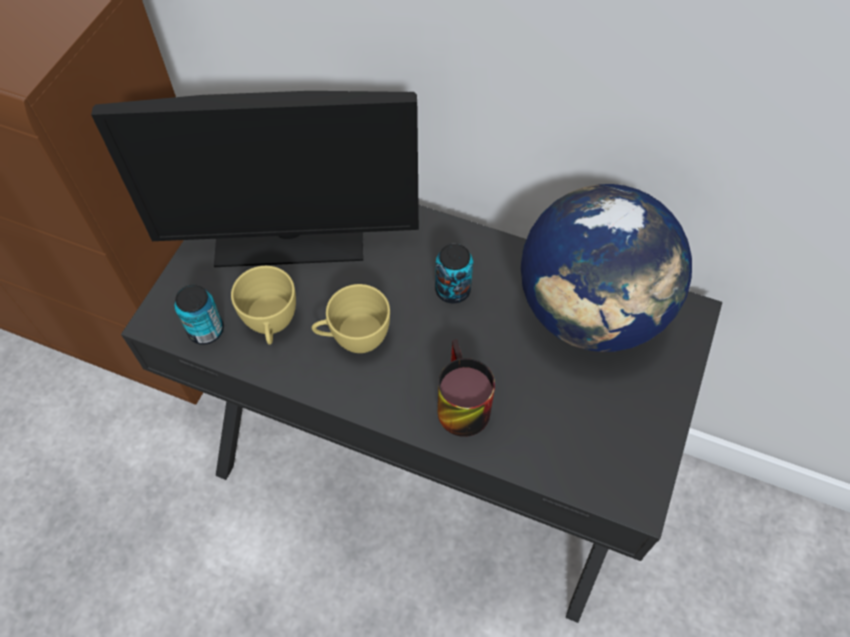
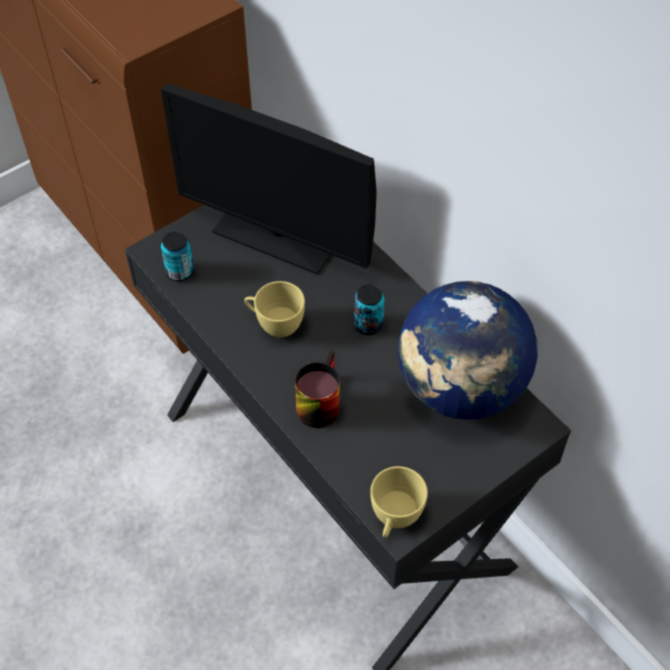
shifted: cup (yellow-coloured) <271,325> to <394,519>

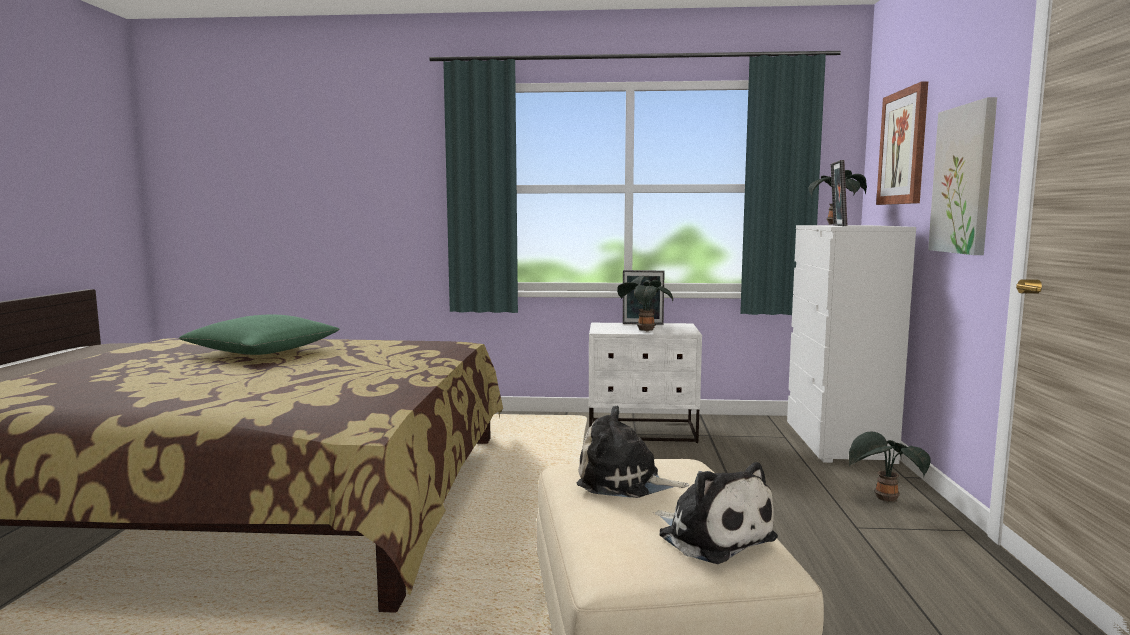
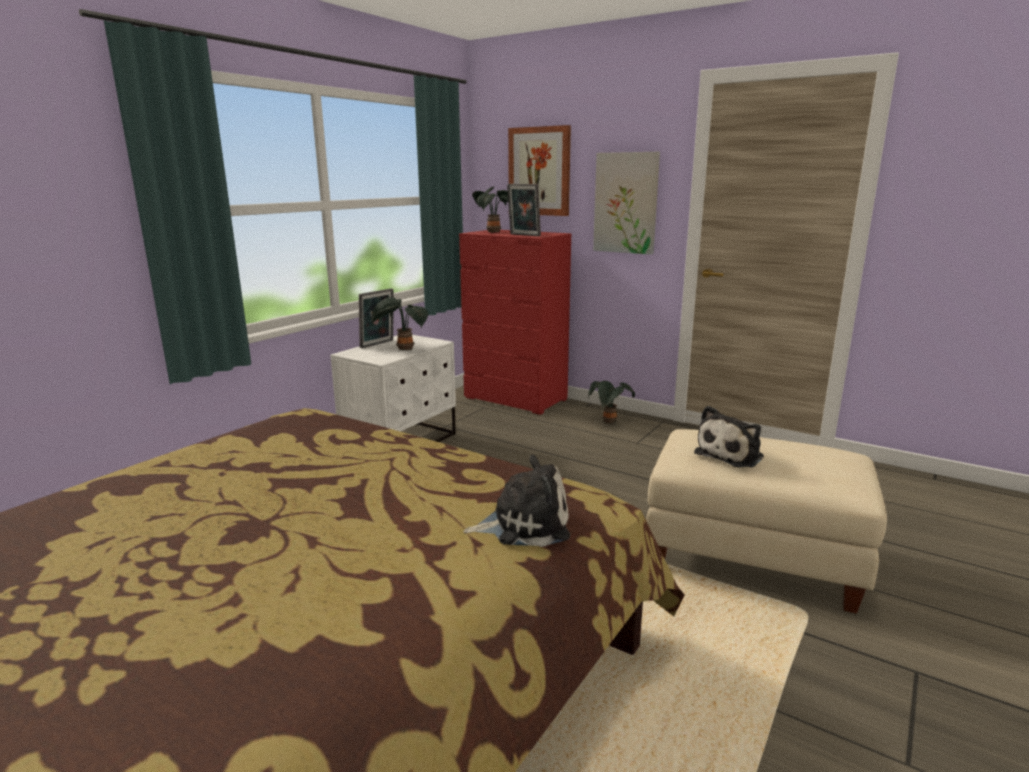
gone: throw pillow (greenish) <262,351>
shifted: plush toy <712,536> to <524,524>
repainted: dresser (white) <838,443> to dresser (red-coloured) <516,399>

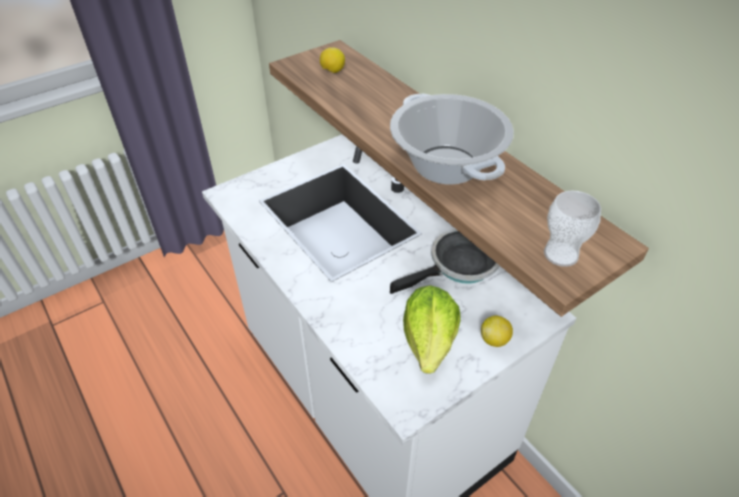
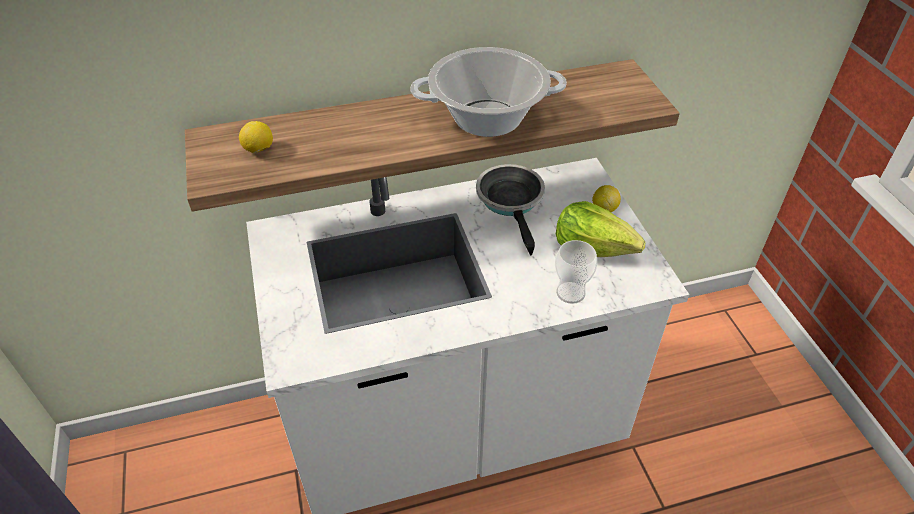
shifted: cup <560,254> to <570,292>

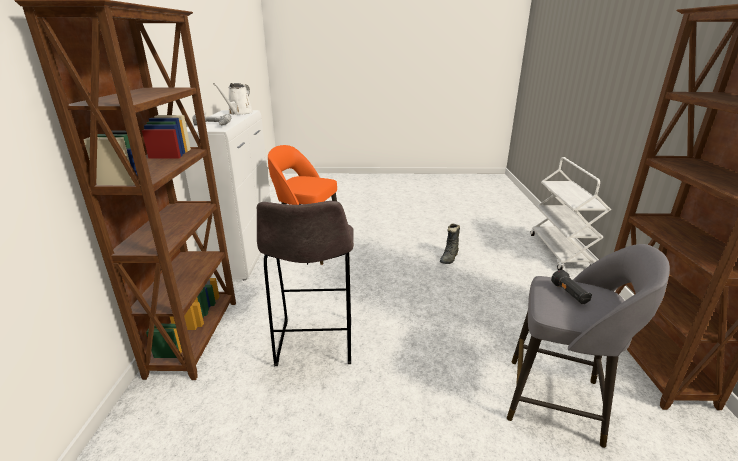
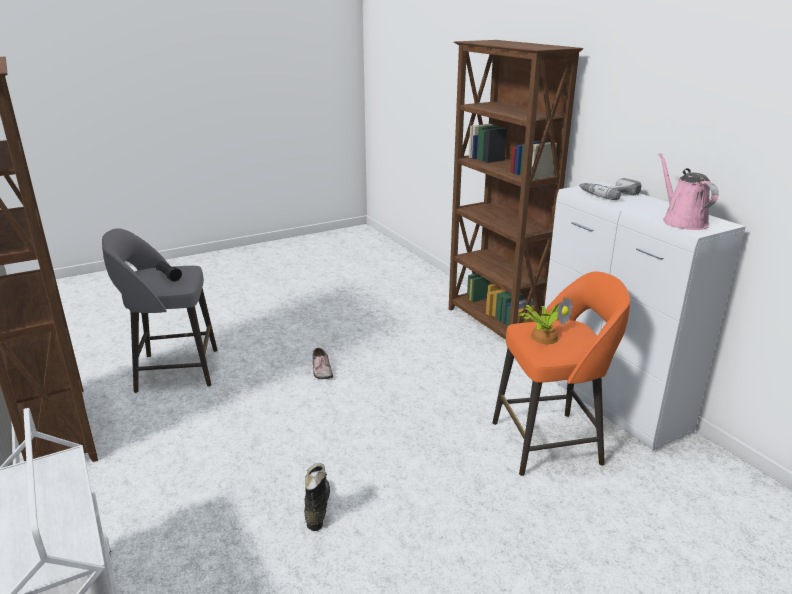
gone: stool (grey) <315,343>
new: low shoe <321,370>; plant in a pot <543,336>
repainted: sprinkling can (white) <239,113> to sprinkling can (pinkish) <682,221>

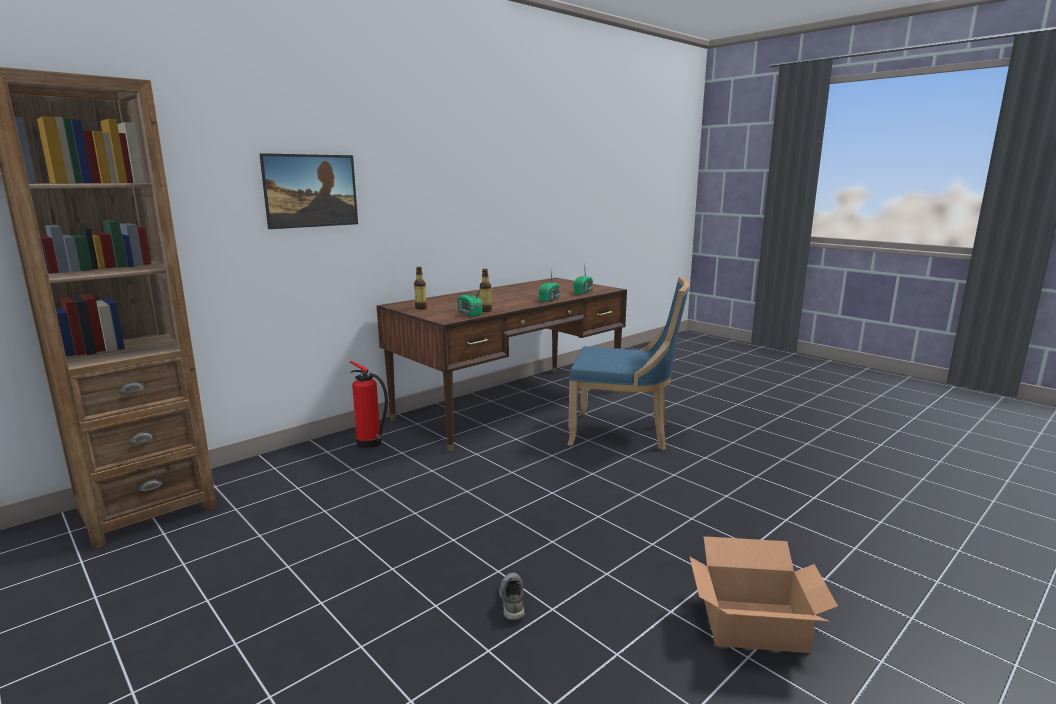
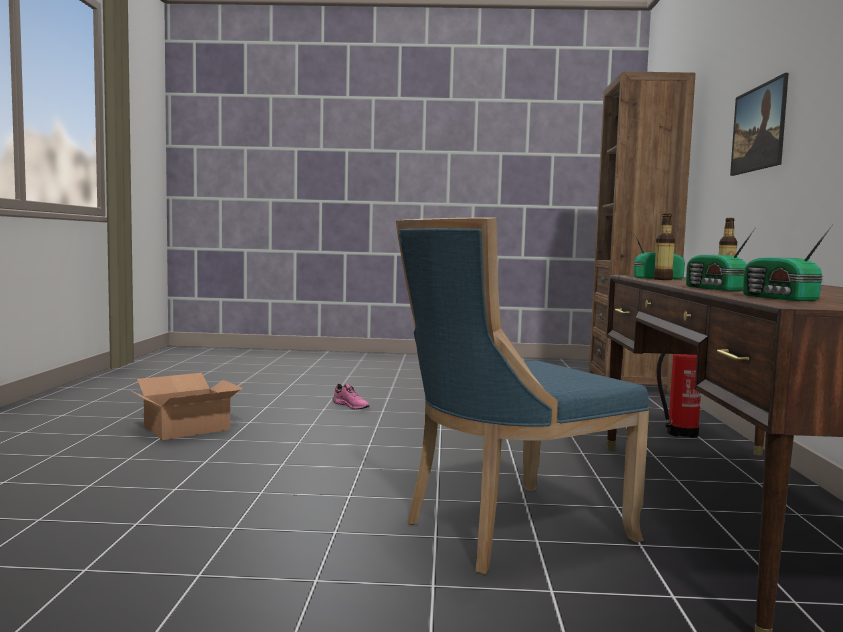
repainted: low shoe (grey) <511,601> to low shoe (pinkish) <351,406>

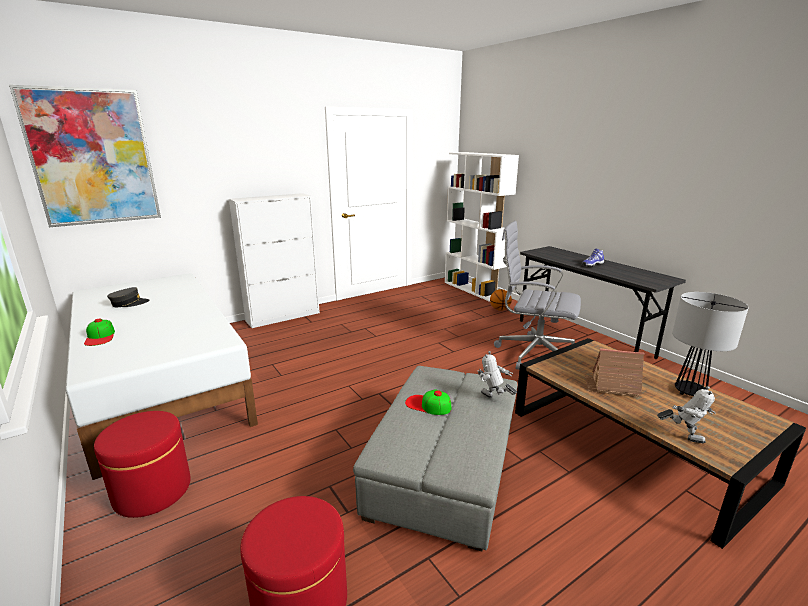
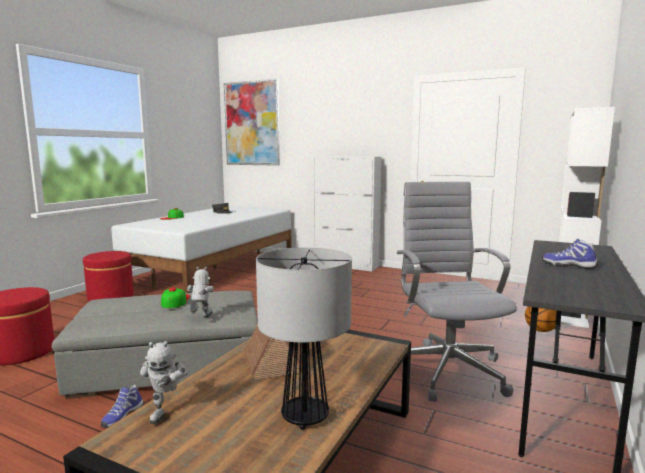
new: low shoe <122,416>

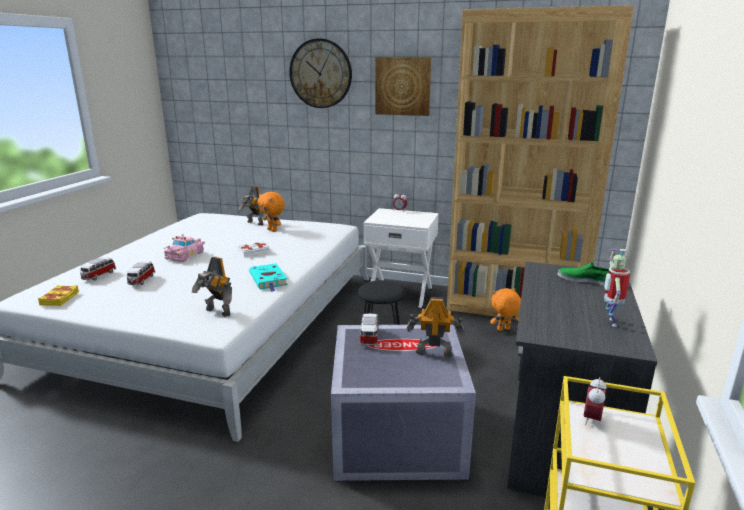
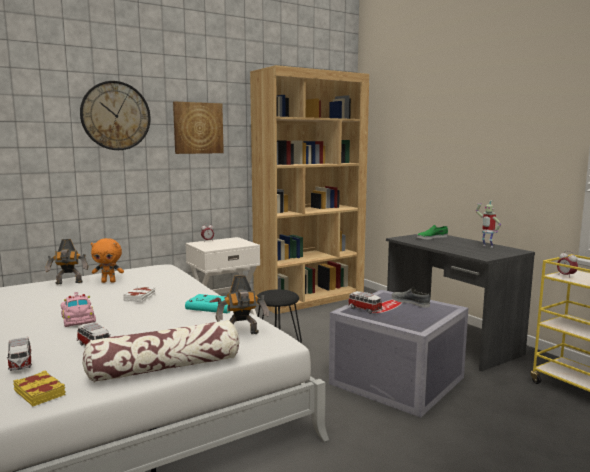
gone: plush toy (orange-coloured) <503,330>
new: throw pillow <166,367>
swapped: model robot <433,353> to low shoe (grey) <410,302>

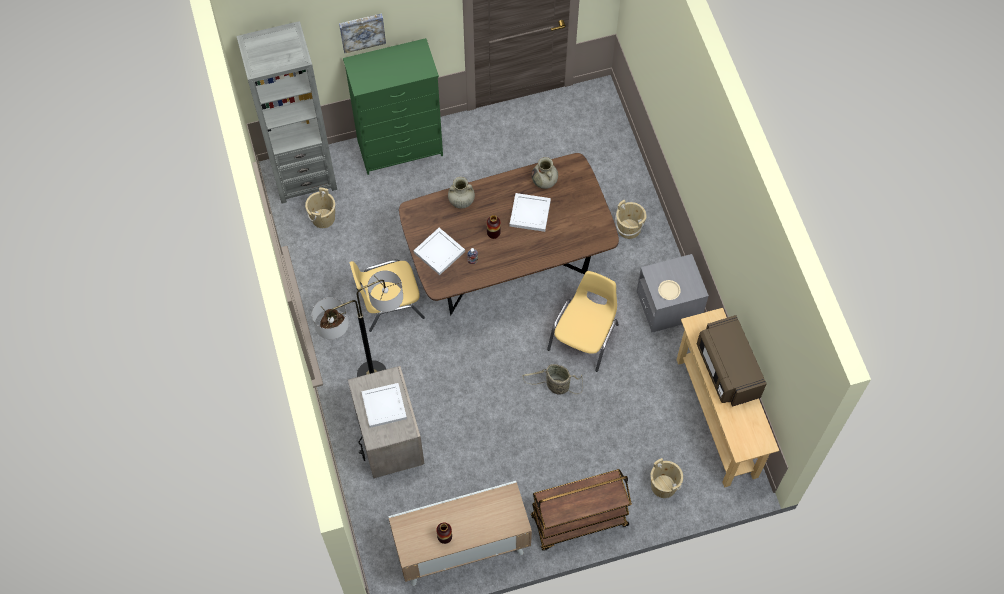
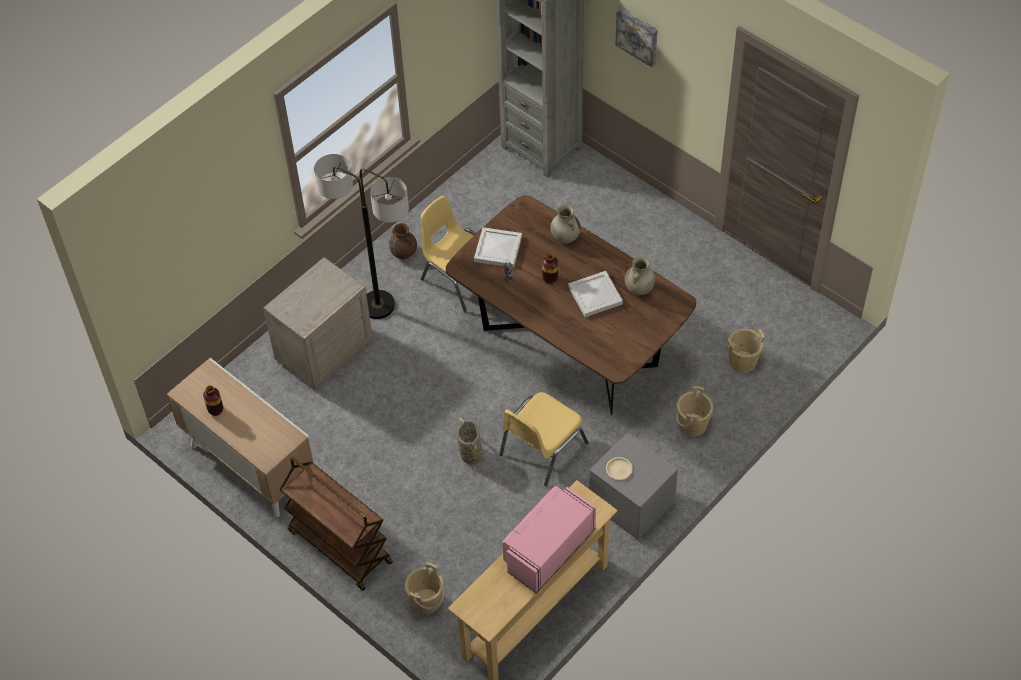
gone: dresser (greenish) <401,148>; carrying tray (white) <383,406>
shifted: bucket (sand-coloured) <323,218> to <742,361>
repainted: kitchen microwave (brown-coloured) <727,370> to kitchen microwave (pinkish) <548,549>
rotated: upright chair (yellow-coloured) <584,336> = <541,449> 135 degrees clockwise

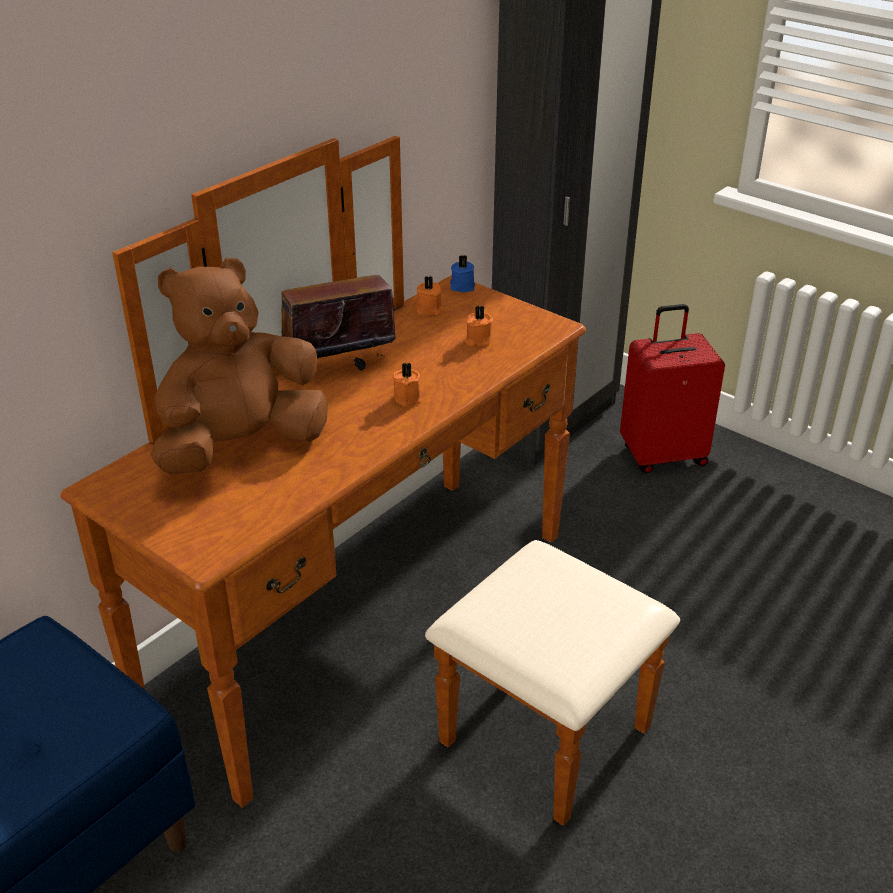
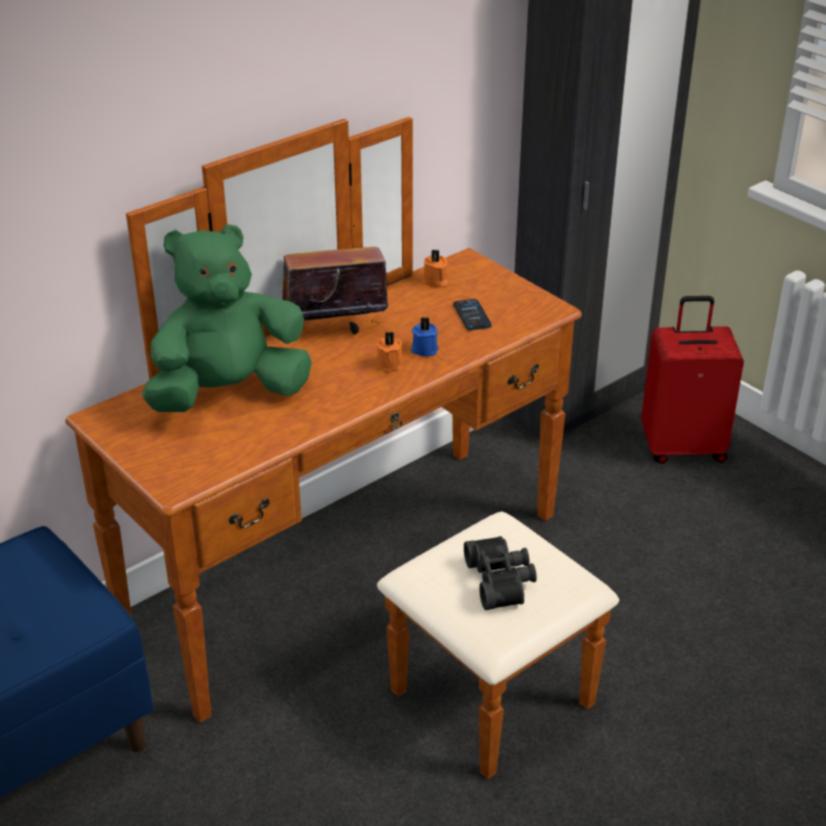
new: binoculars (black) <502,580>
shifted: candle (bluish) <462,286> to <424,349>
swapped: candle (orange-coloured) <477,340> to telephone <472,315>
repainted: plush toy (brown-coloured) <241,446> to plush toy (greenish) <229,394>

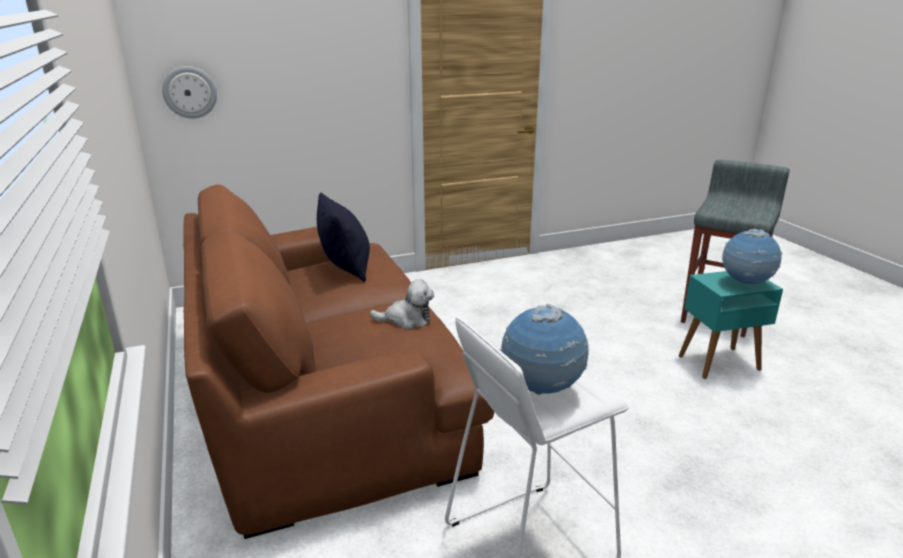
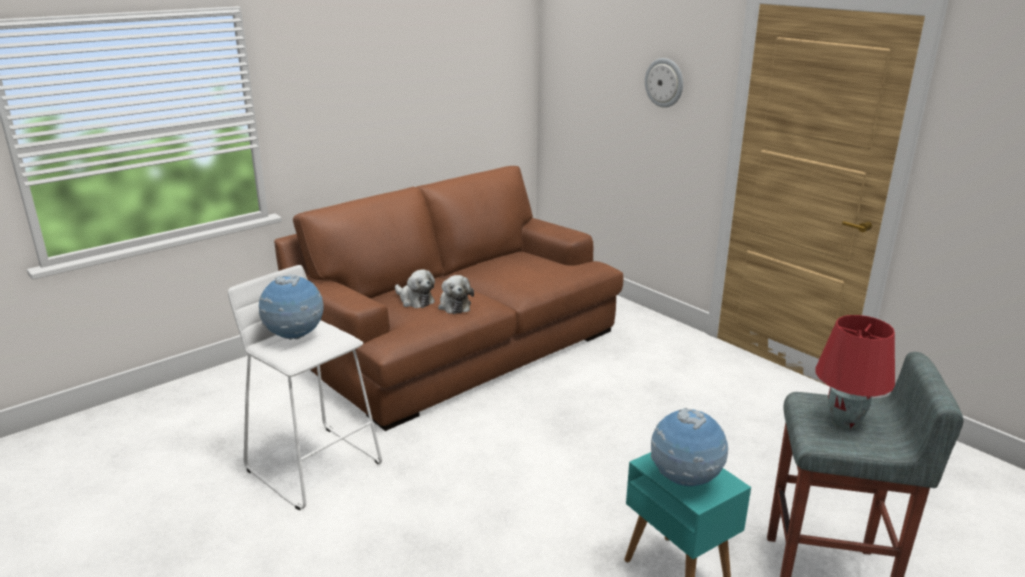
gone: throw pillow (black) <346,268>
new: plush toy <415,300>; lamp for a table (red-coloured) <845,423>
shifted: wall clock <190,92> to <664,82>

